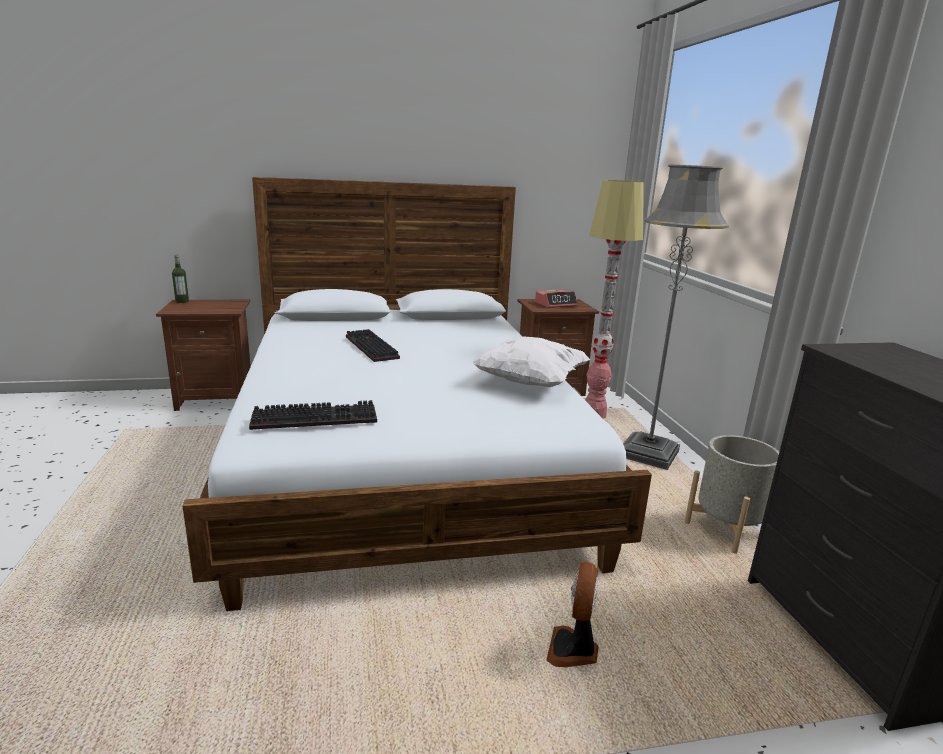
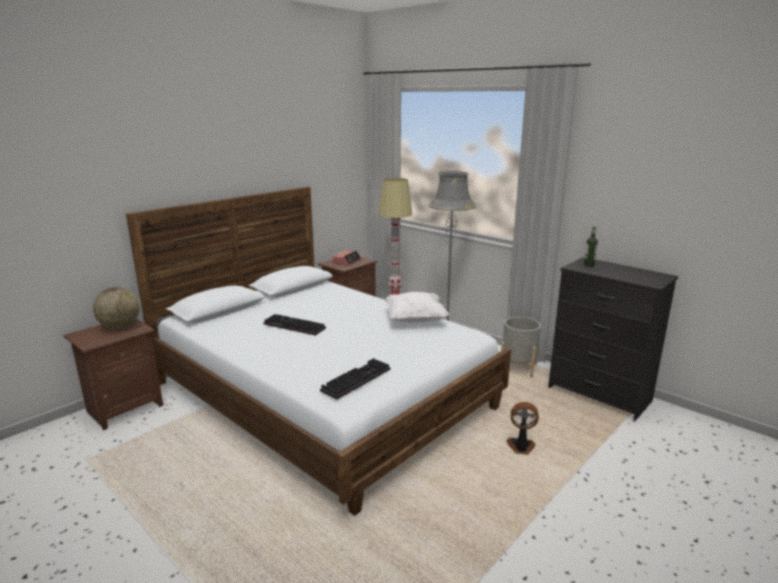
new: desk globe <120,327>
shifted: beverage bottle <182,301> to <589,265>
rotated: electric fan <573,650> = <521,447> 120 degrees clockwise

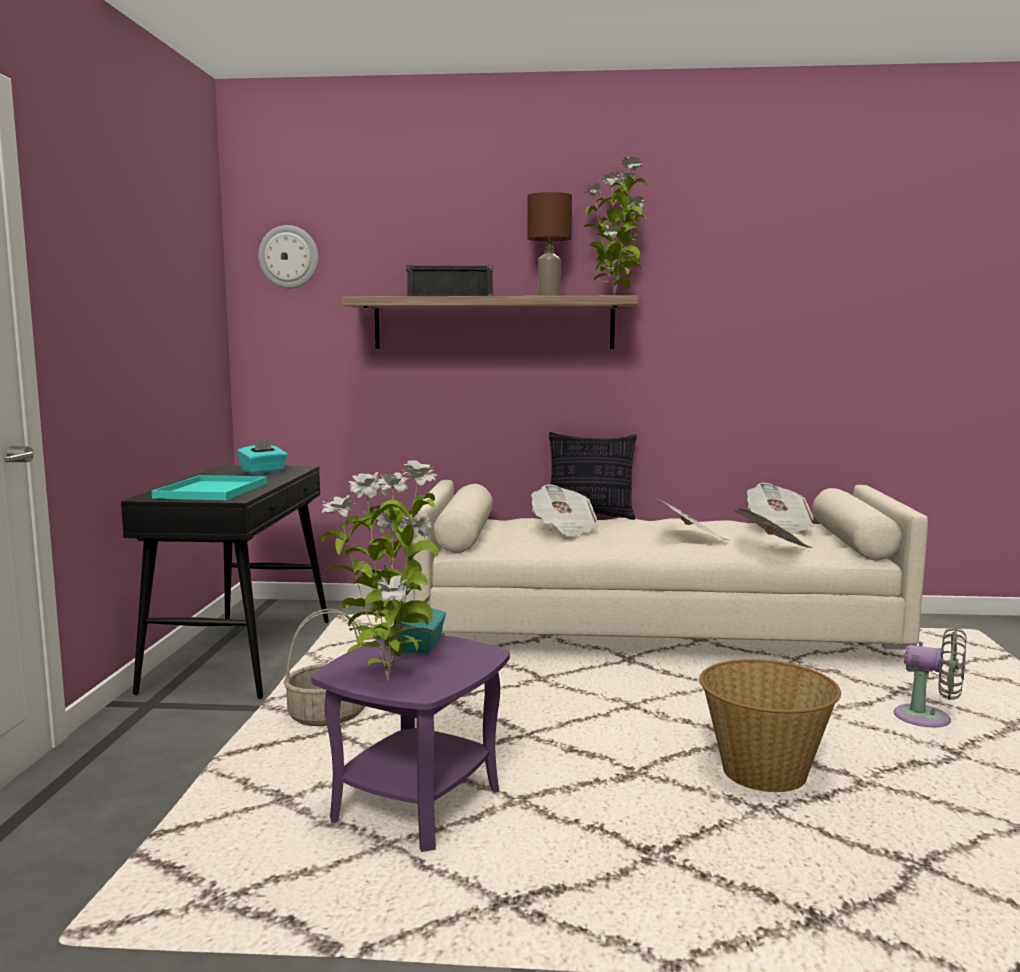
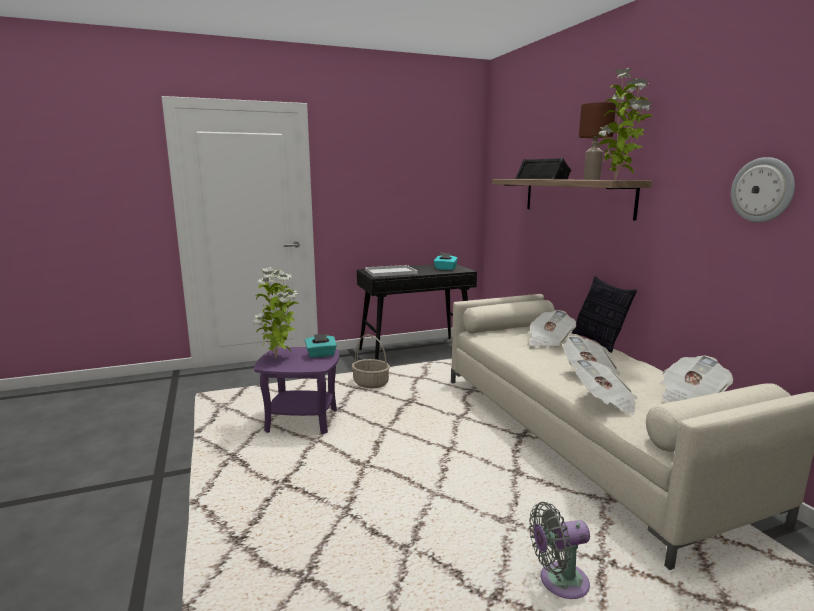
gone: household basket <764,773>
shifted: wall clock <289,257> to <762,190>
repainted: carrying tray (turquoise-coloured) <212,490> to carrying tray (white) <391,272>
rotated: electric fan (grey) <929,719> = <559,582> 75 degrees clockwise

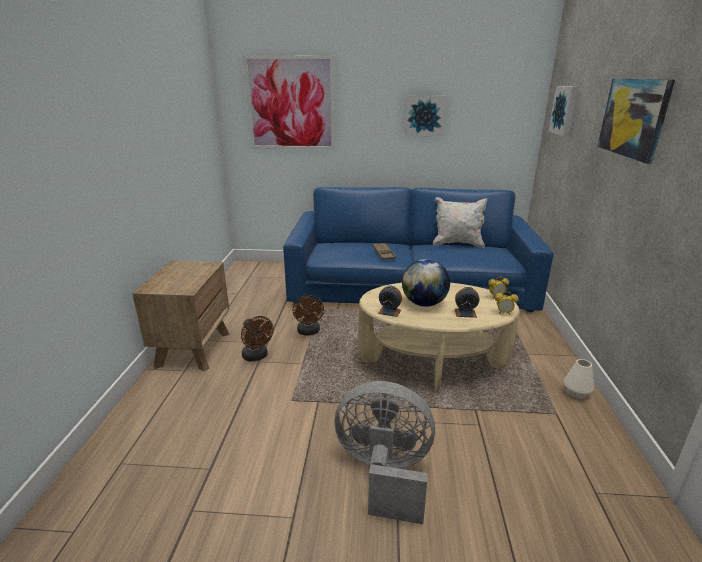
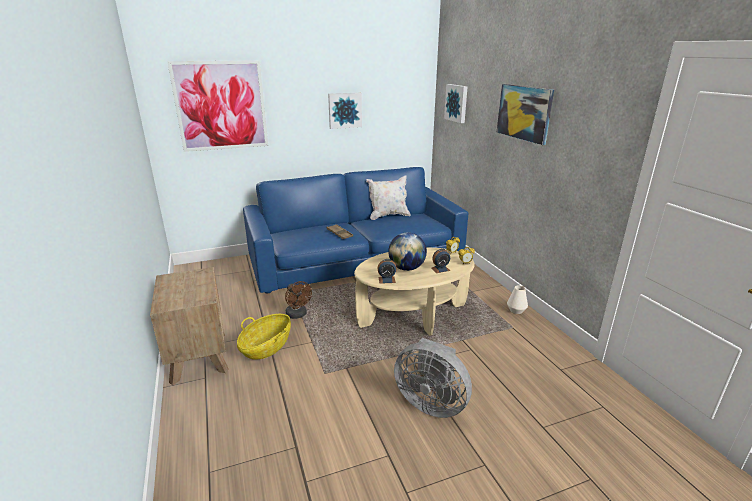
swapped: electric fan (brown-coloured) <257,357> to household basket <266,347>
rotated: electric fan (grey) <384,474> = <431,403> 135 degrees counterclockwise

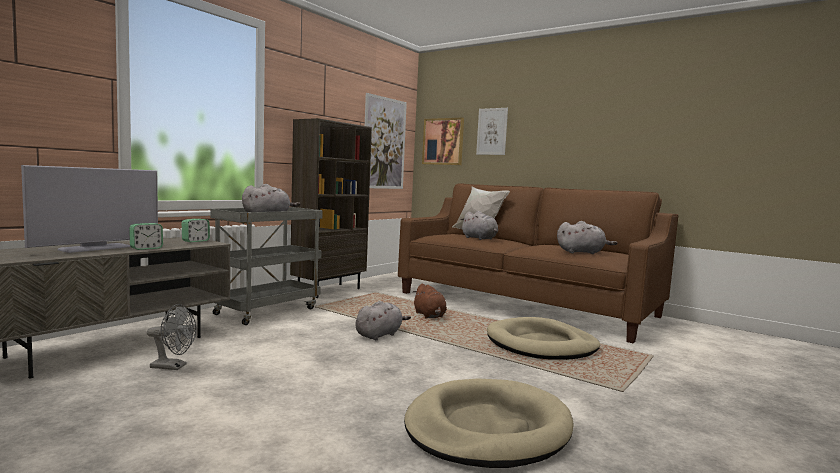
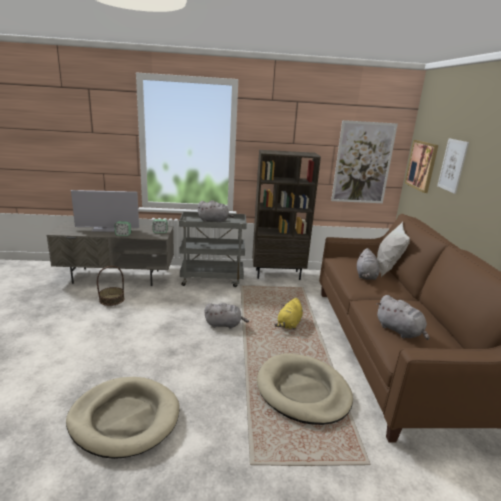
swapped: electric fan (grey) <173,366> to household basket <112,299>
repainted: plush toy (brown-coloured) <429,316> to plush toy (yellow-coloured) <289,324>

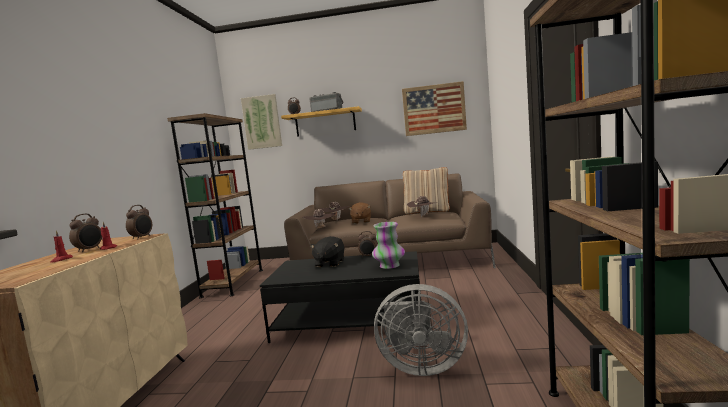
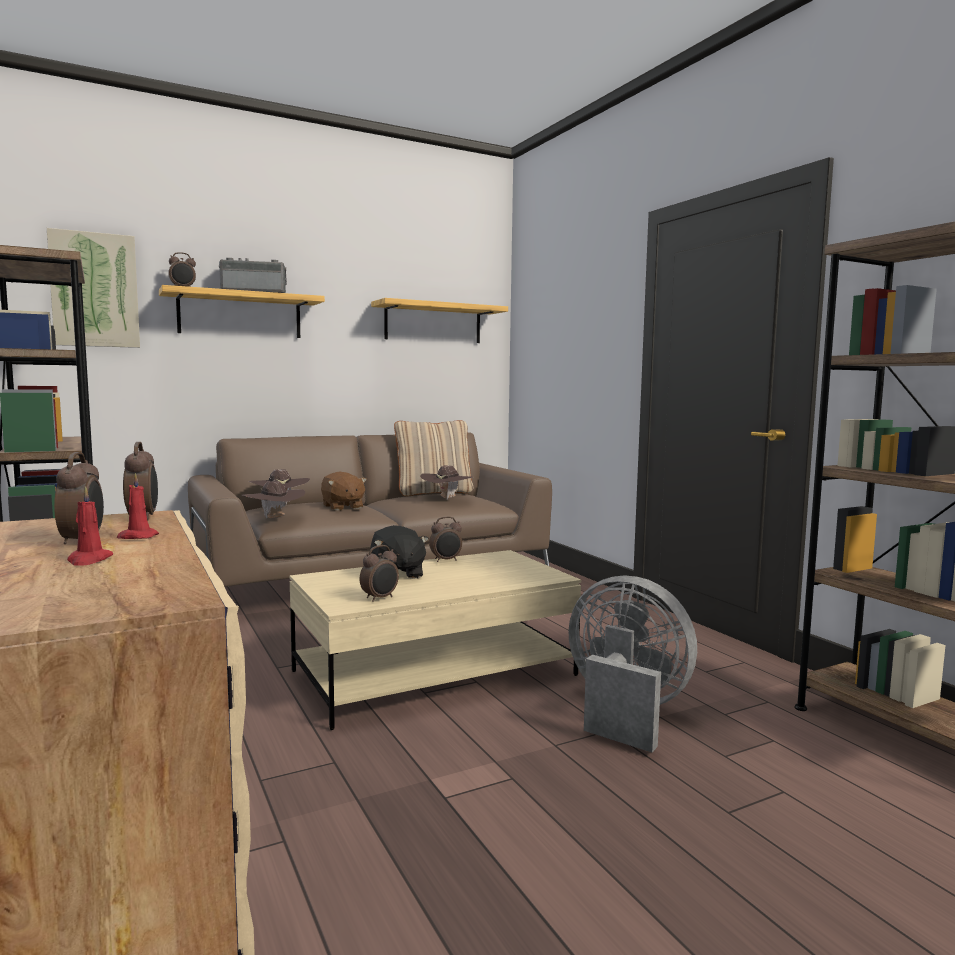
gone: decorative vase <389,266>
new: bedside clock <380,598>
swapped: picture <434,109> to bracket shelf <433,323>
repainted: coffee table (black) <350,321> to coffee table (sand-coloured) <434,673>
rotated: electric fan (grey) <420,366> = <625,711> 120 degrees counterclockwise

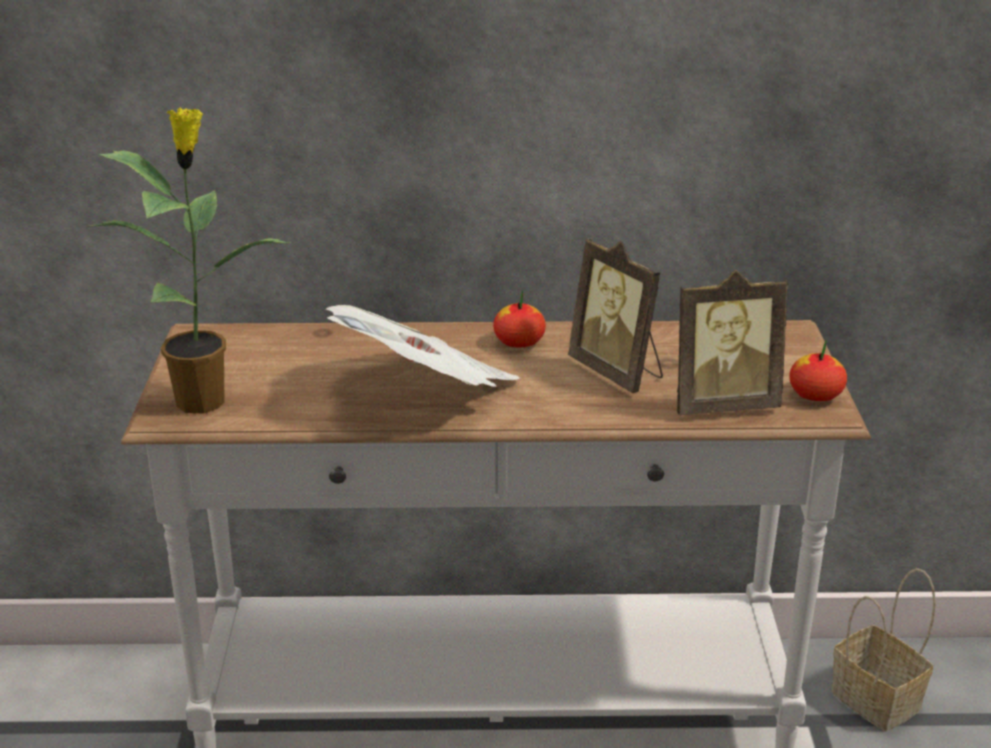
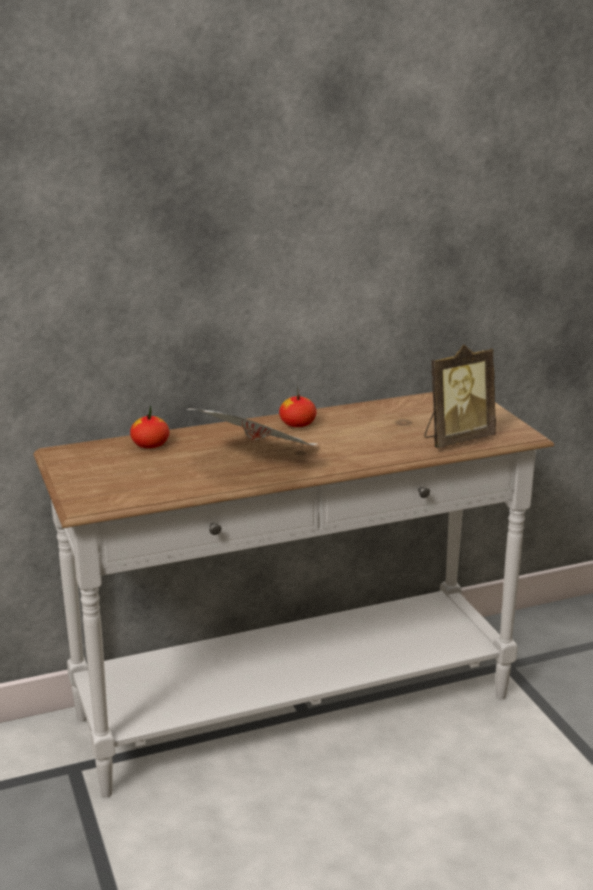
gone: plant in a pot <204,400>; photo frame <618,372>; household basket <879,701>
shifted: whole apple <815,395> to <150,445>

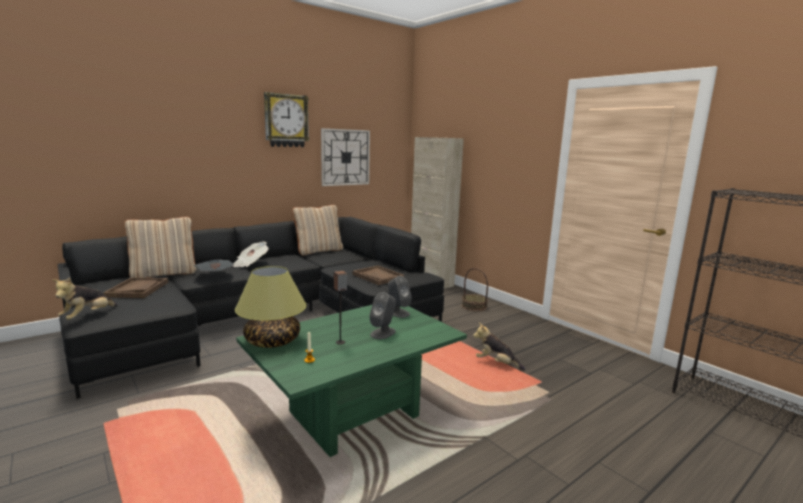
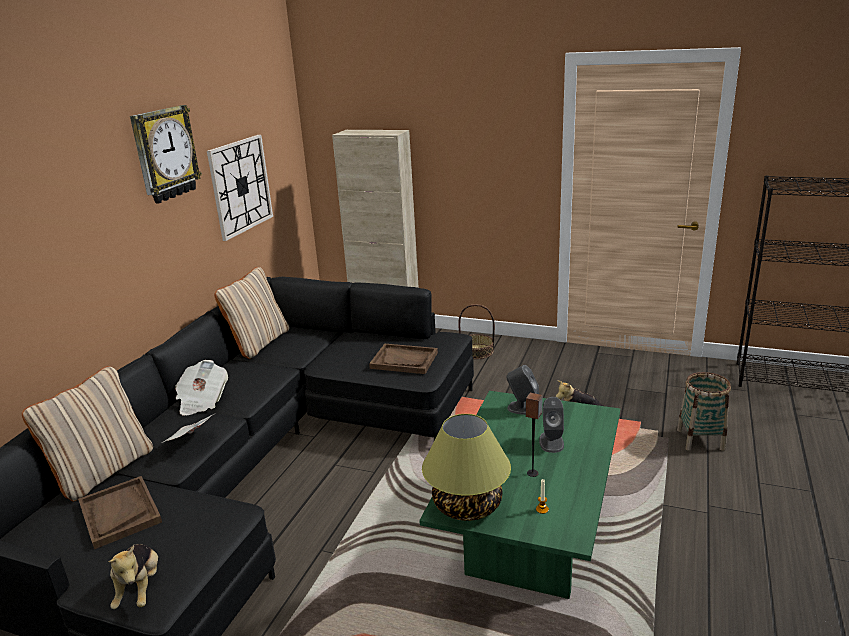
new: household basket <700,439>

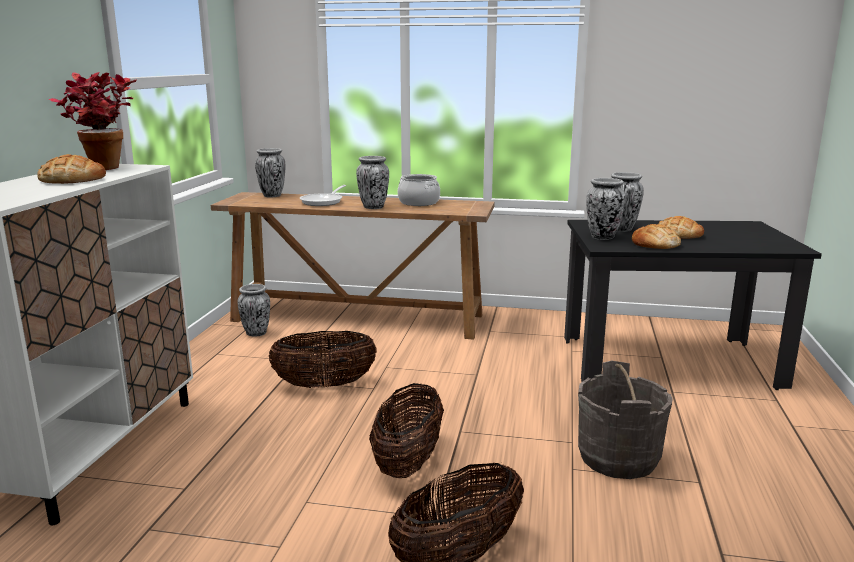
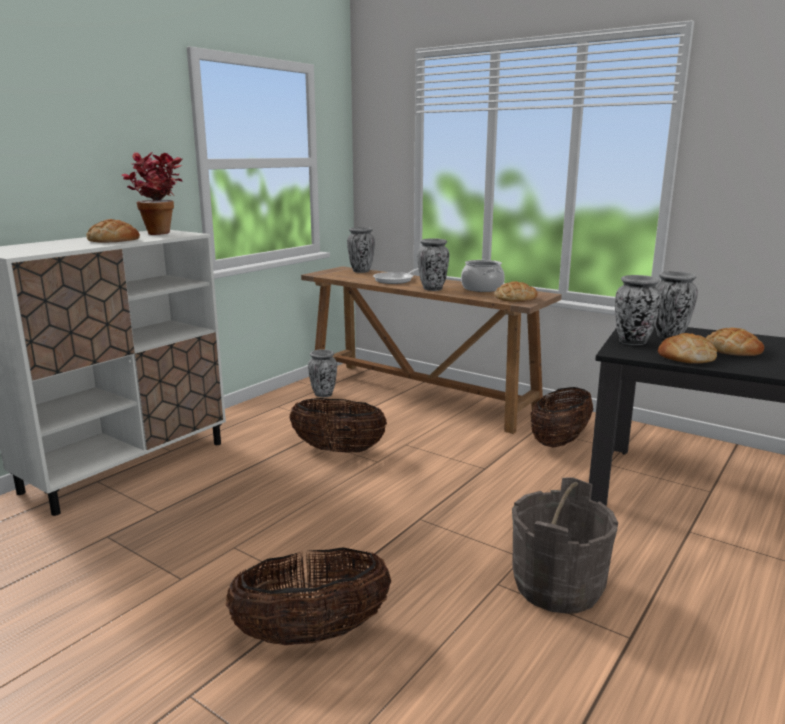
new: baked bread <515,298>
shifted: household basket <408,462> to <559,441>

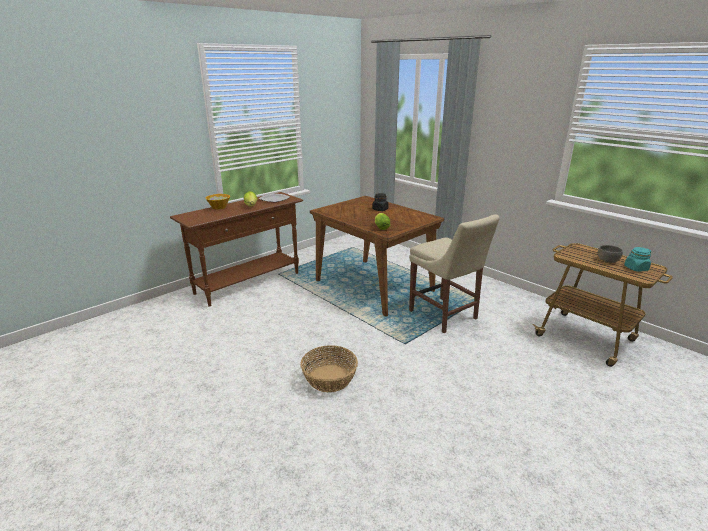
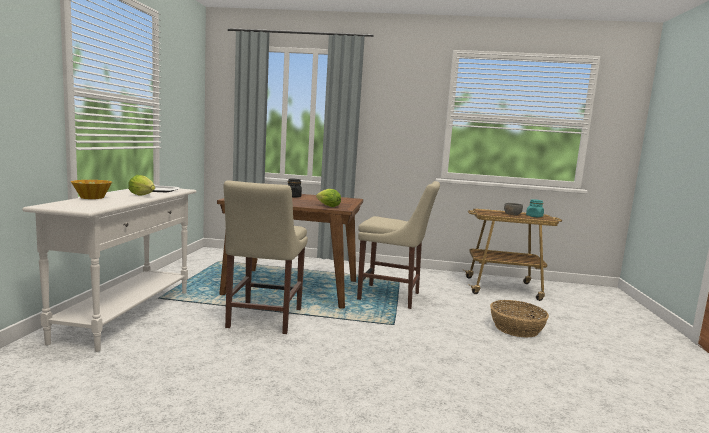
new: upright chair (sand-coloured) <263,320>
shifted: household basket <330,378> to <516,328>
repainted: hall table (brown-coloured) <248,283> to hall table (white) <127,315>

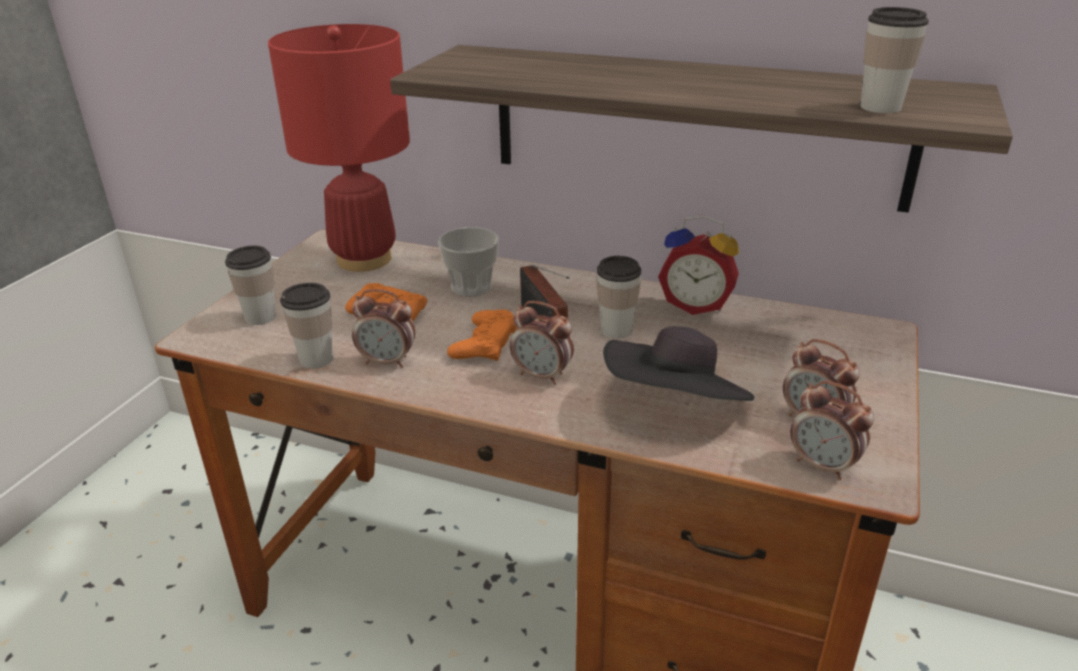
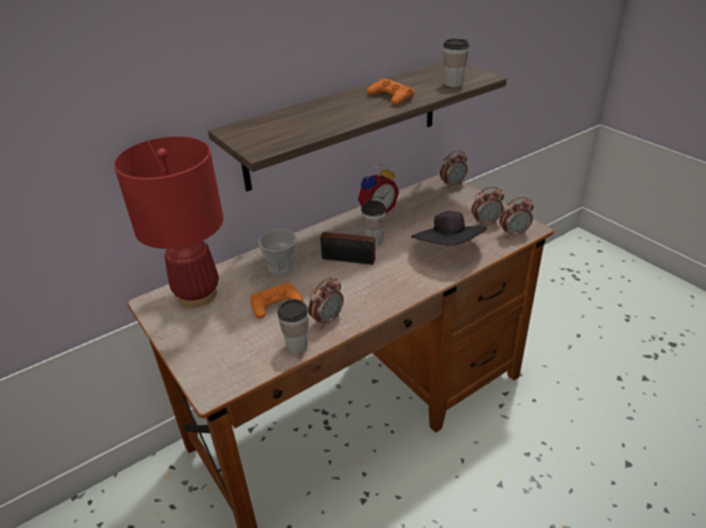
gone: cup <260,317>
shifted: joypad (orange-coloured) <485,343> to <391,97>; bedside clock <542,376> to <452,185>

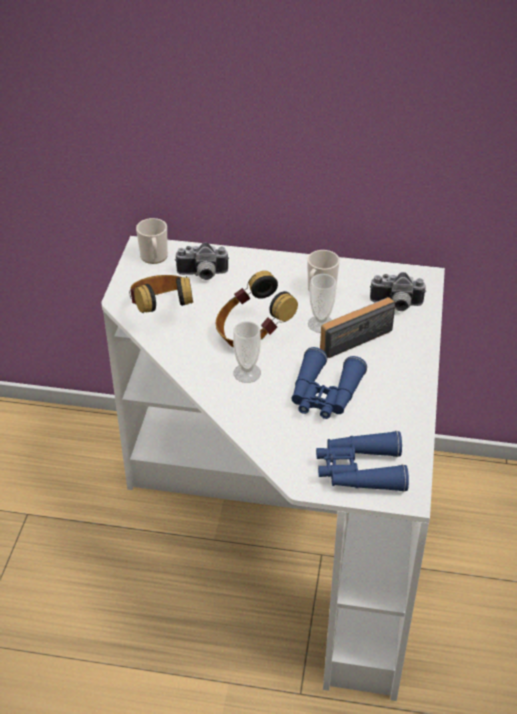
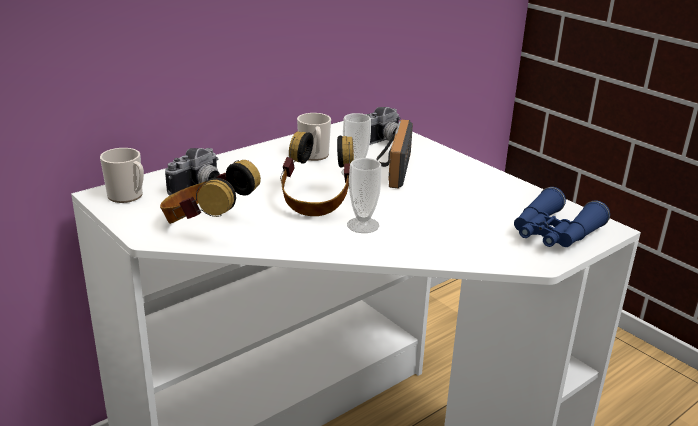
gone: binoculars (bluish) <324,395>

